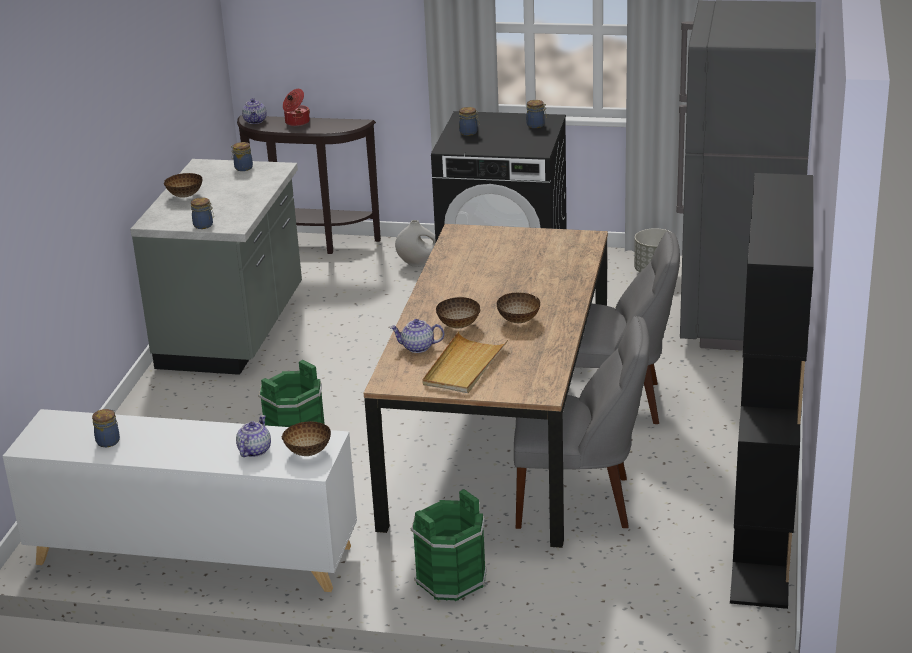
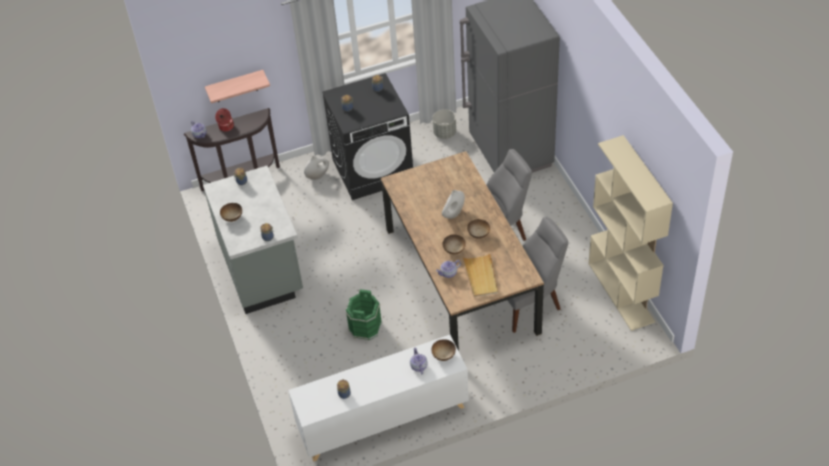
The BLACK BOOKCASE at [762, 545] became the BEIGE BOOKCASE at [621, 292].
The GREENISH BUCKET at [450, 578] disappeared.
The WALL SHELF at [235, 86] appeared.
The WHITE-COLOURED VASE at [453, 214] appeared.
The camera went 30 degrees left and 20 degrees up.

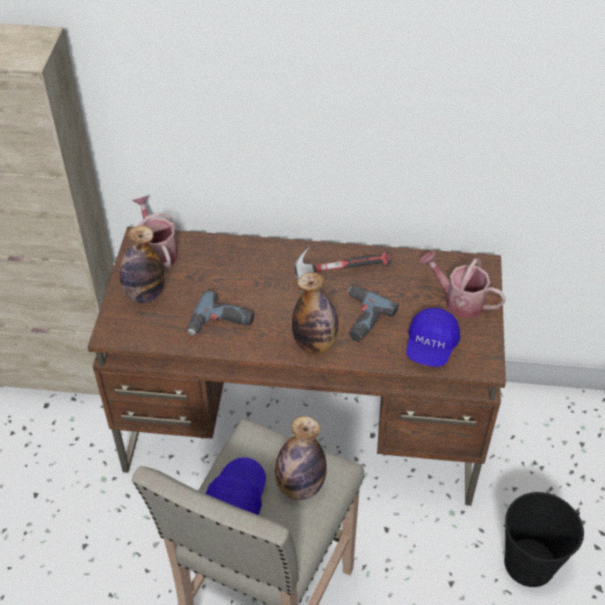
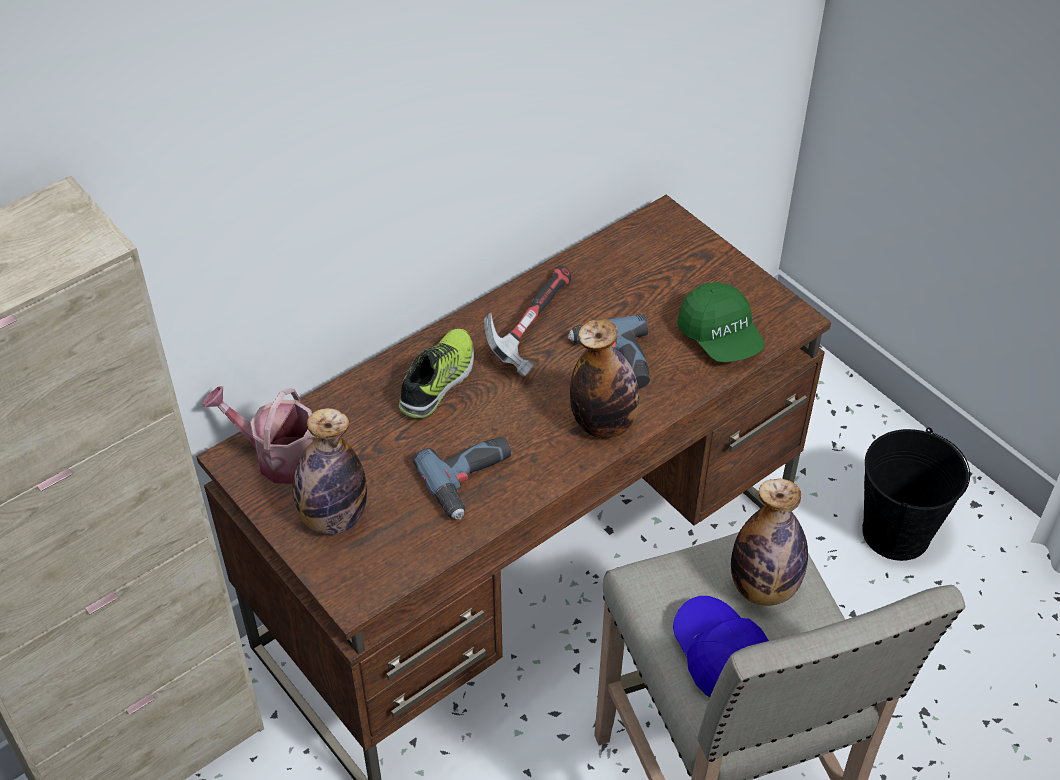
The SPRINKLING CAN at [459, 300] disappeared.
The BLUISH BASEBALL CAP at [431, 346] became the GREENISH BASEBALL CAP at [720, 337].
The LOW SHOE at [439, 381] appeared.
The camera went 45 degrees left and 0 degrees up.

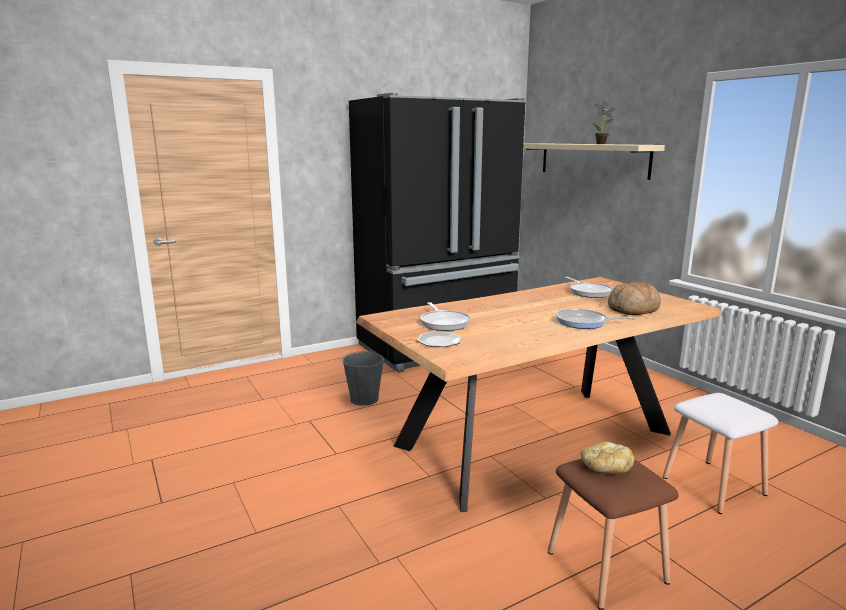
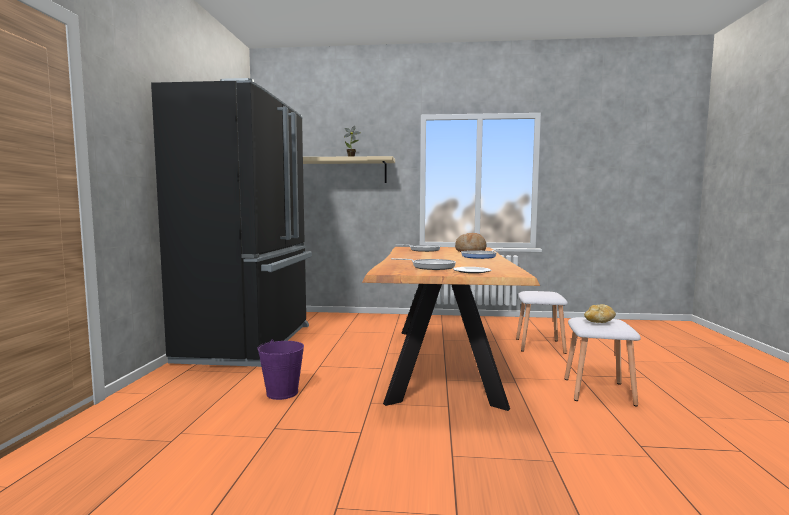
The GRAY BUCKET at [364, 399] became the PURPLISH BUCKET at [282, 393].
The BROWN-COLOURED SITTING STOOL at [605, 568] became the WHITE-COLOURED SITTING STOOL at [599, 392].
The camera went 55 degrees left and 10 degrees down.

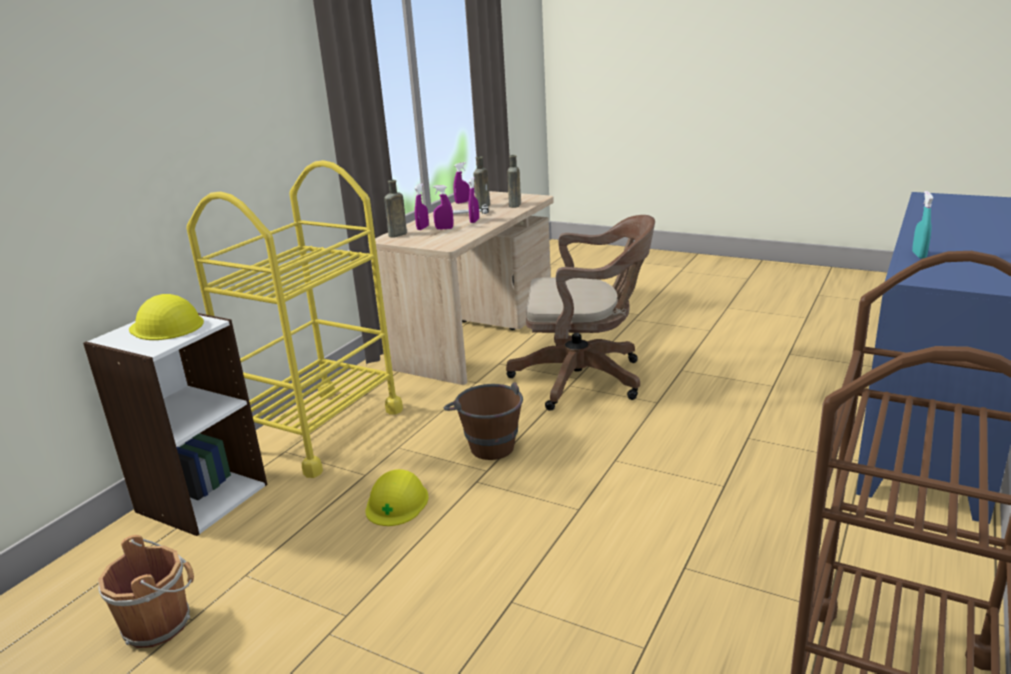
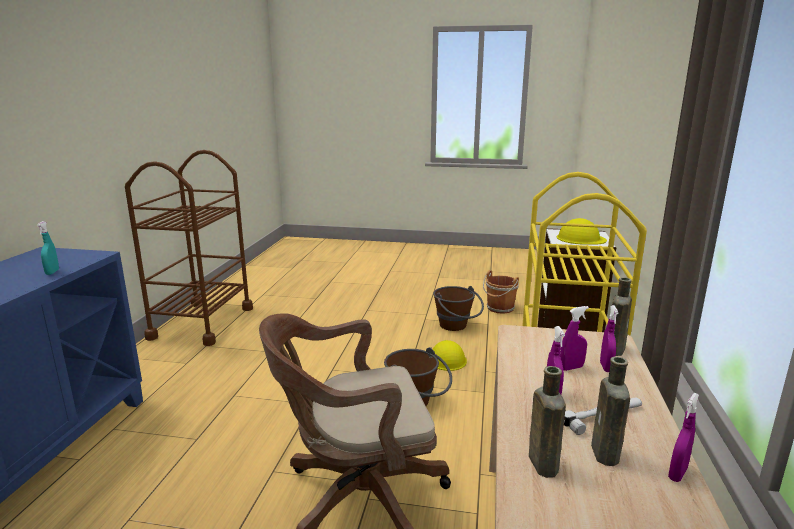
The BROWN-COLOURED BUCKET at [456, 327] appeared.
The camera went 160 degrees right and 5 degrees down.

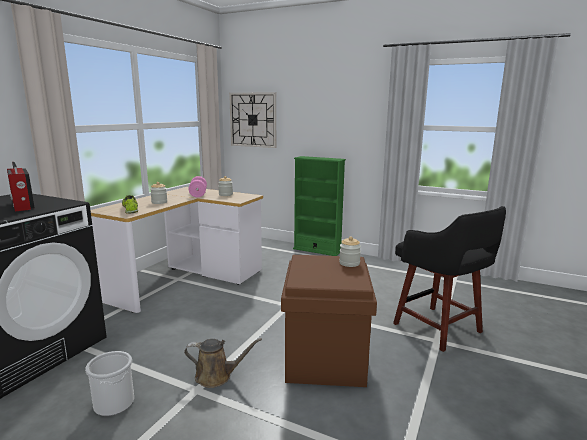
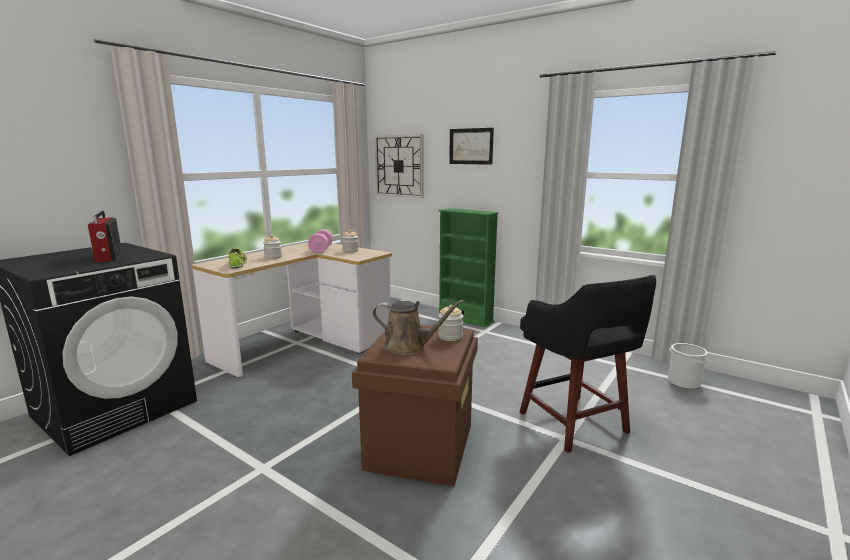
The BROWN-COLOURED SPRINKLING CAN moved from [217, 376] to [409, 347].
The BUCKET moved from [113, 403] to [683, 382].
The WALL PICTURE at [471, 146] appeared.
The camera went 10 degrees right and 0 degrees up.

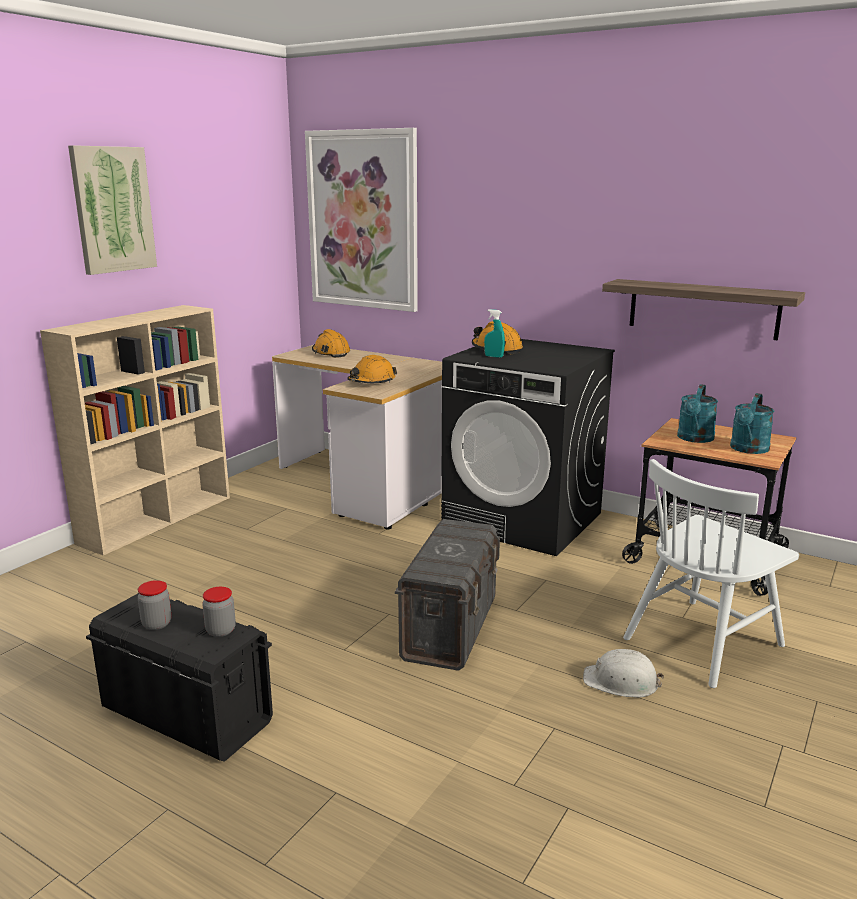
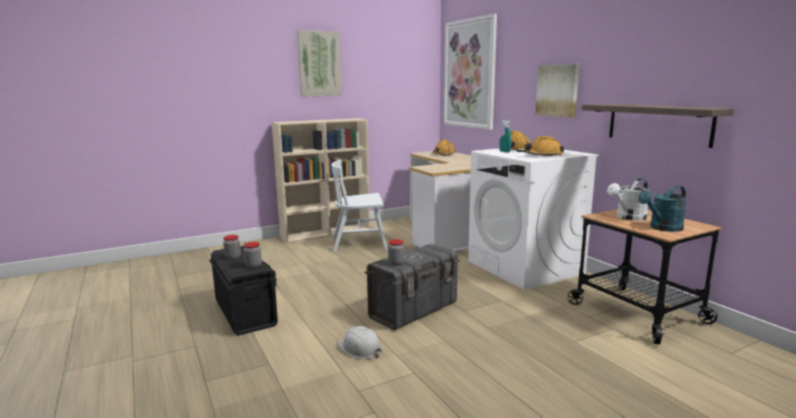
The BLACK LAUNDRY MACHINE at [523, 520] became the WHITE-COLOURED LAUNDRY MACHINE at [525, 267].
The ORANGE WORK HELMET moved from [371, 382] to [542, 156].
The TURQUOISE-COLOURED SPRINKLING CAN at [694, 439] became the WHITE-COLOURED SPRINKLING CAN at [628, 218].
The WHITE-COLOURED CHAIR moved from [702, 641] to [359, 244].
The WHITE-COLOURED WORK HELMET moved from [621, 682] to [360, 348].
The WALL PICTURE at [557, 90] appeared.
The PRESERVE JAR at [396, 263] appeared.
The camera went 30 degrees right and 5 degrees down.

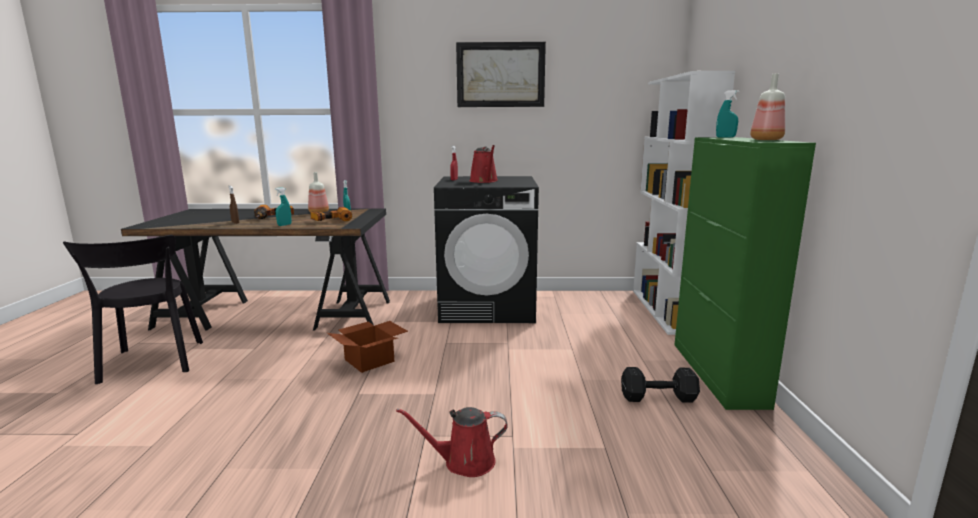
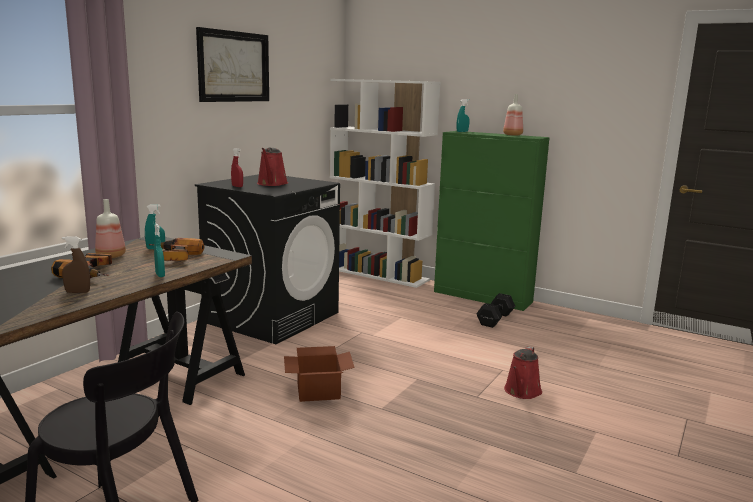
The RED-COLOURED SPRINKLING CAN at [484, 181] turned 75 degrees clockwise.
The camera went 60 degrees left and 0 degrees up.

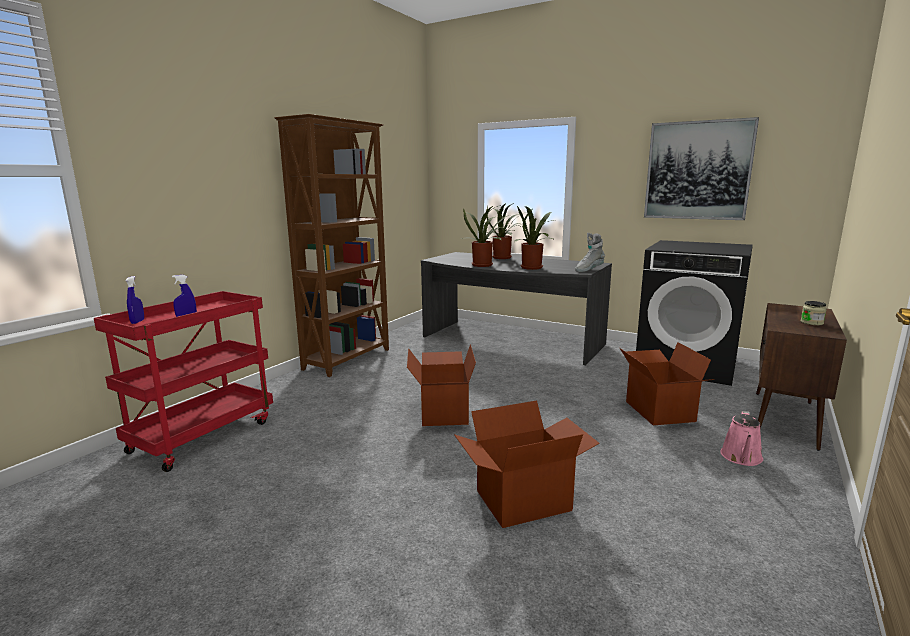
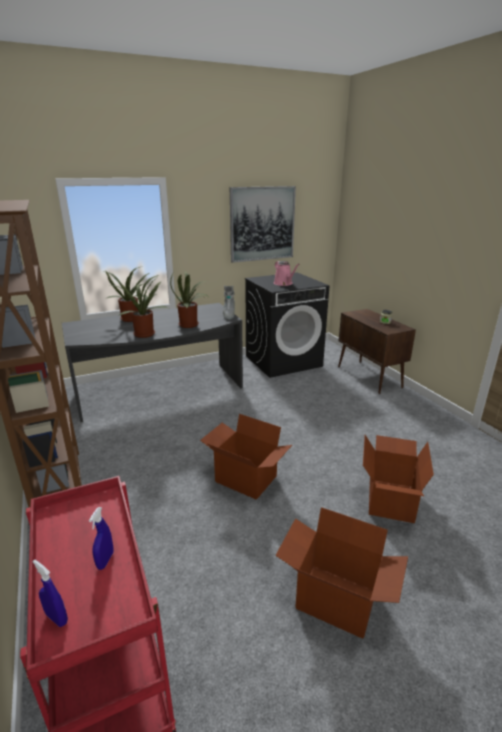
The CARDBOARD BOX moved from [658, 411] to [335, 600].
The PINK SPRINKLING CAN moved from [741, 458] to [284, 284].
The camera went 55 degrees left and 10 degrees up.

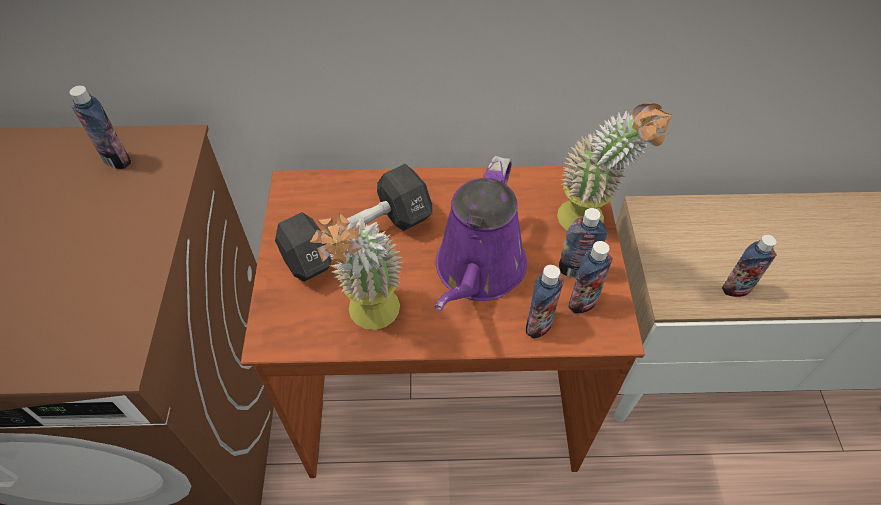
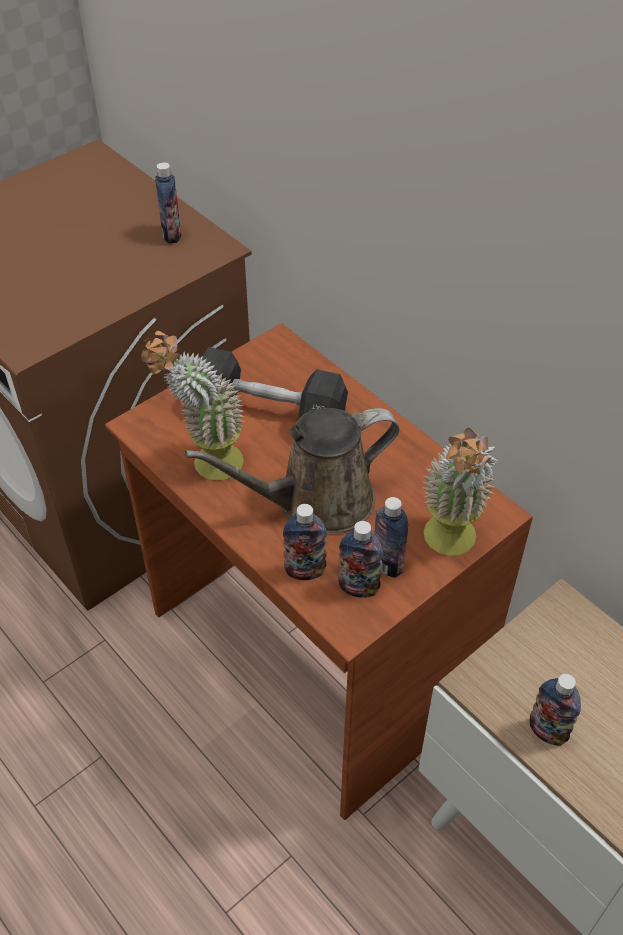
The PURPLISH SPRINKLING CAN at [478, 272] became the BROWN-COLOURED SPRINKLING CAN at [316, 501].
The camera went 50 degrees right and 5 degrees down.

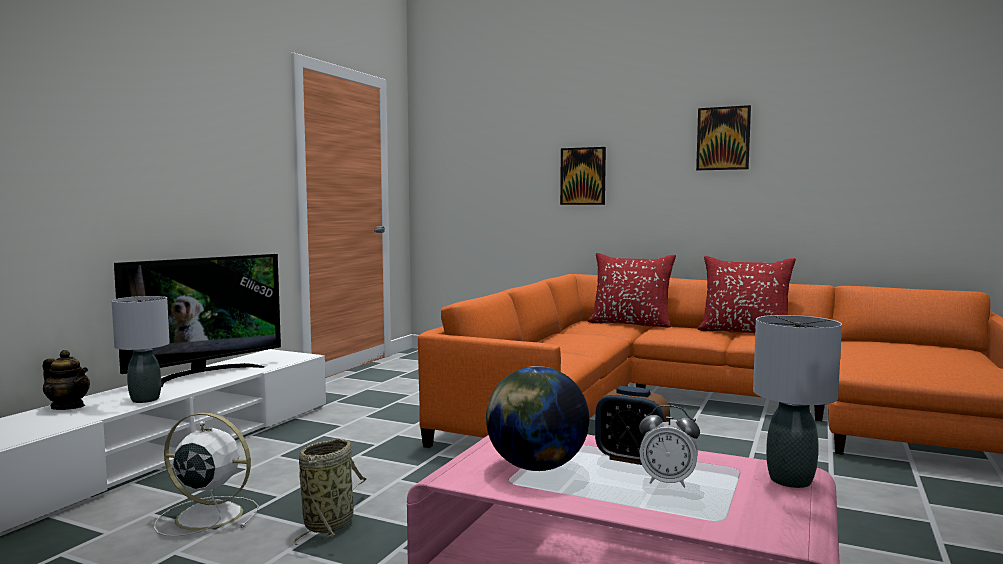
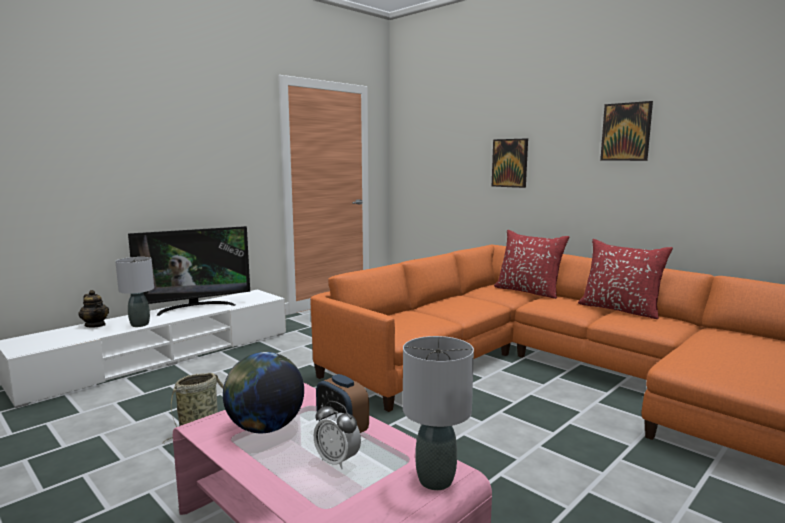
The WHITE-COLOURED FAN at [206, 516] disappeared.
The camera went 20 degrees right and 5 degrees up.

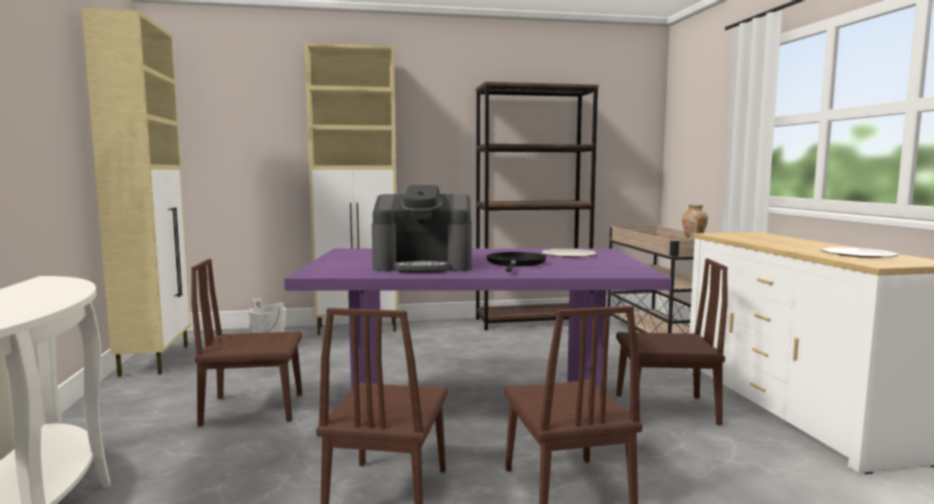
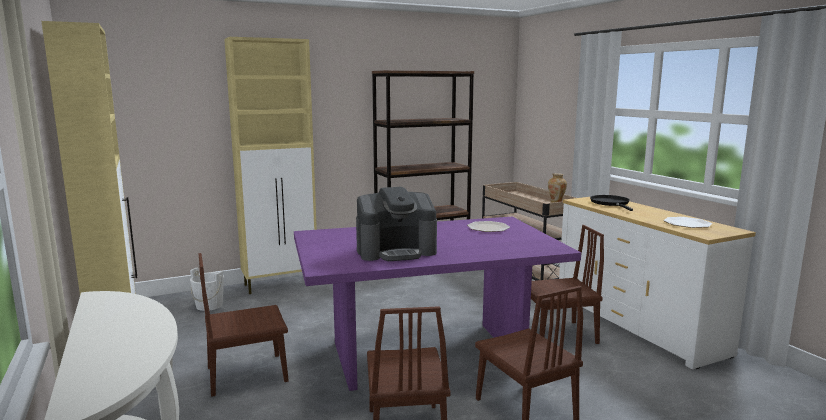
The BLACK SKILLET moved from [515, 264] to [611, 203].
The camera went 15 degrees left and 5 degrees up.

